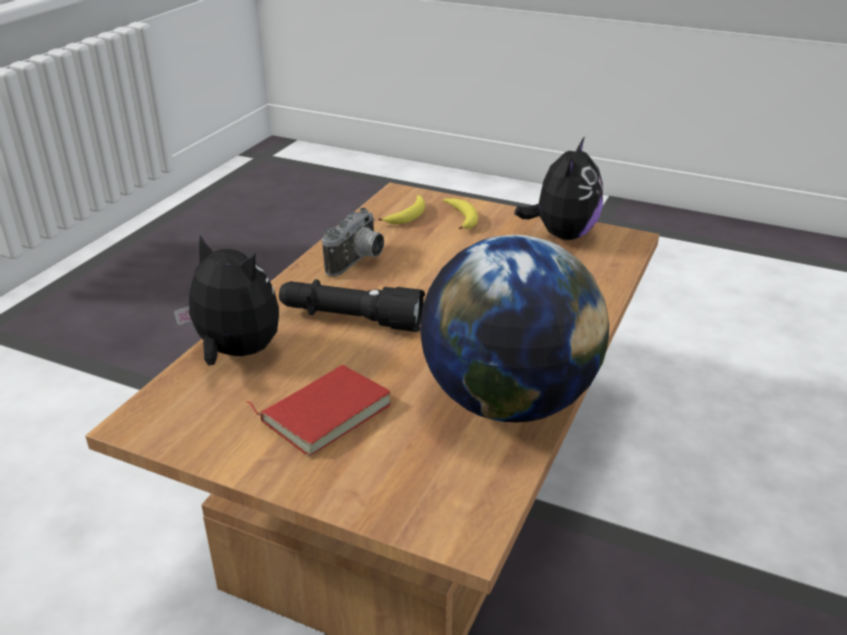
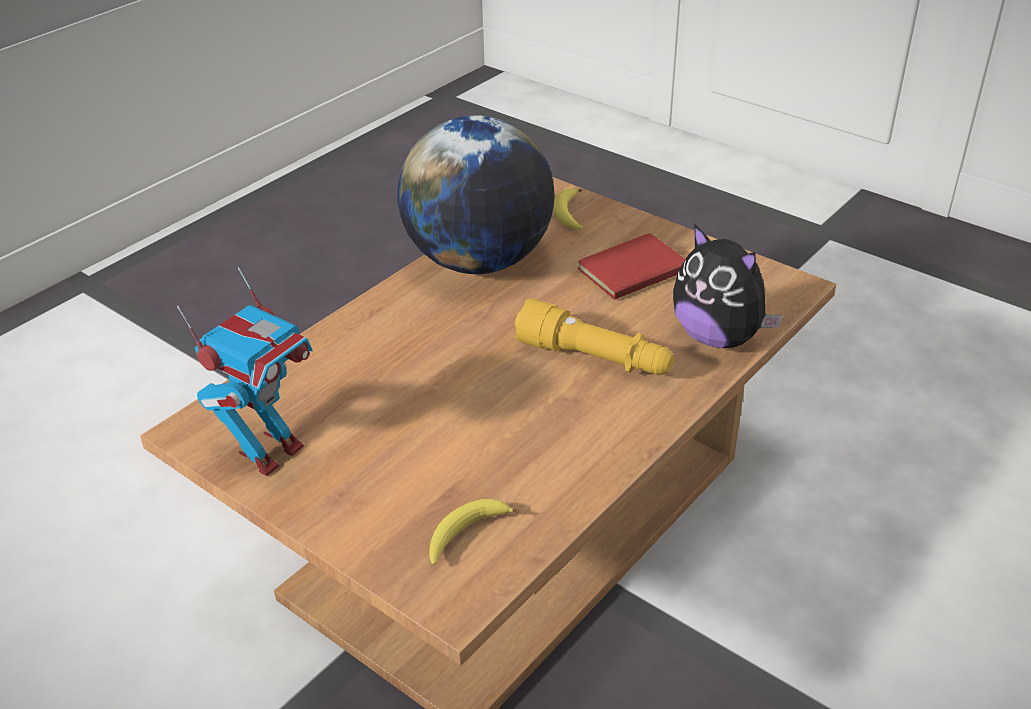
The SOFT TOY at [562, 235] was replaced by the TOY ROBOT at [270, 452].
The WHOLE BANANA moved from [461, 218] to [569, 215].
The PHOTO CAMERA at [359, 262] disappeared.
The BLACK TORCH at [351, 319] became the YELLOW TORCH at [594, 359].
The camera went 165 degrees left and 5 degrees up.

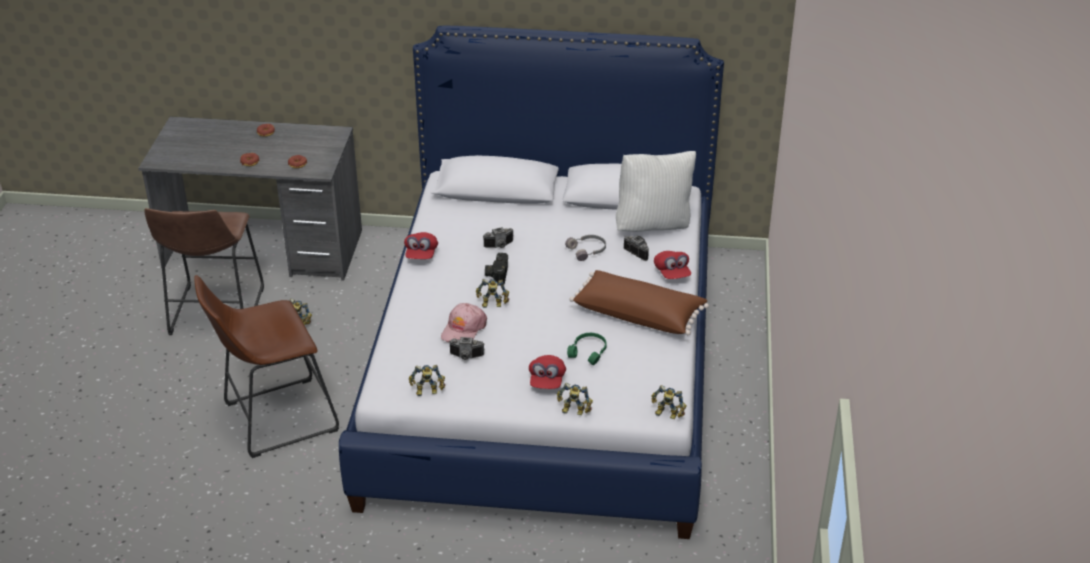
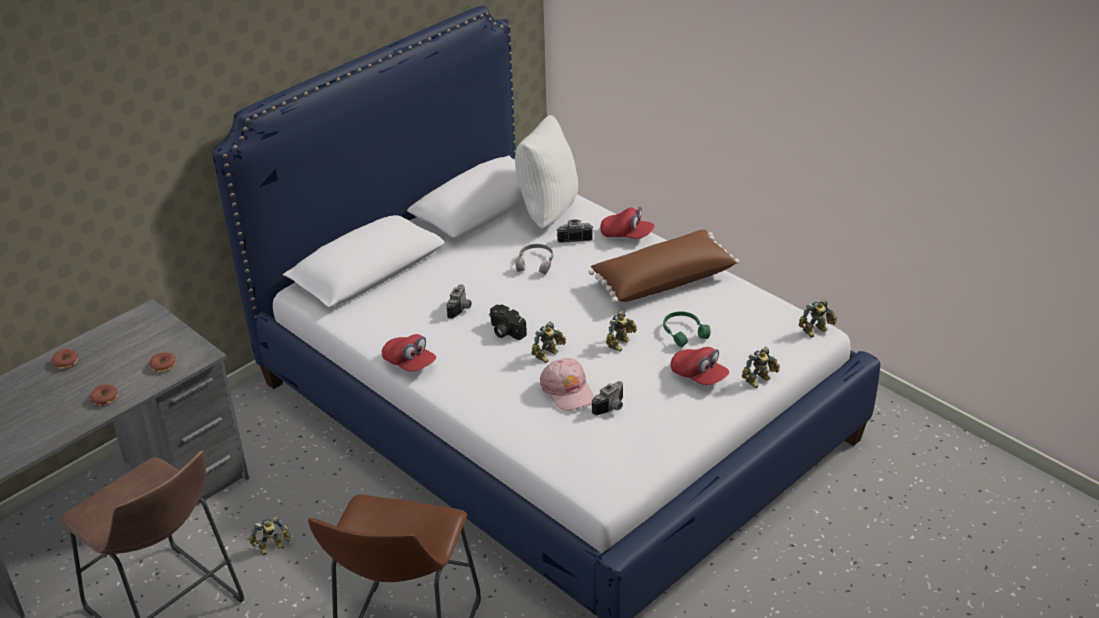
The TOY ROBOT moved from [427, 392] to [621, 344].
The camera went 50 degrees left and 0 degrees up.

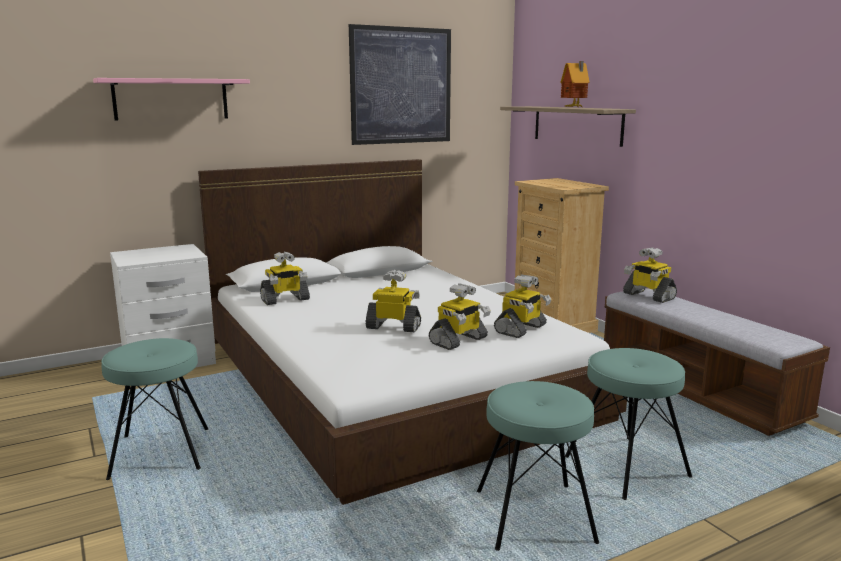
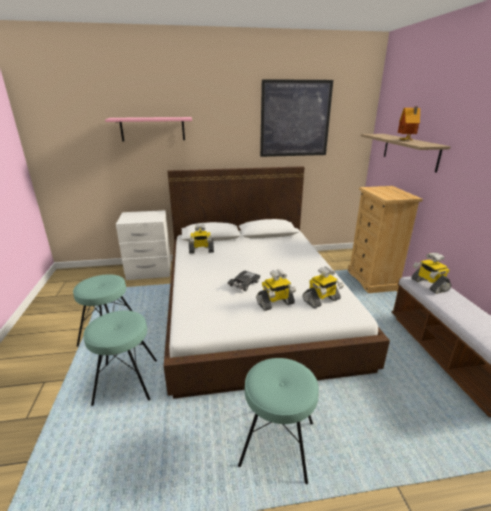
The TOY ROBOT at [394, 327] was replaced by the BLACK TOY CAR at [244, 284].
The TURQUOISE-COLOURED SITTING STOOL moved from [626, 467] to [126, 381].
The camera went 20 degrees right and 10 degrees up.

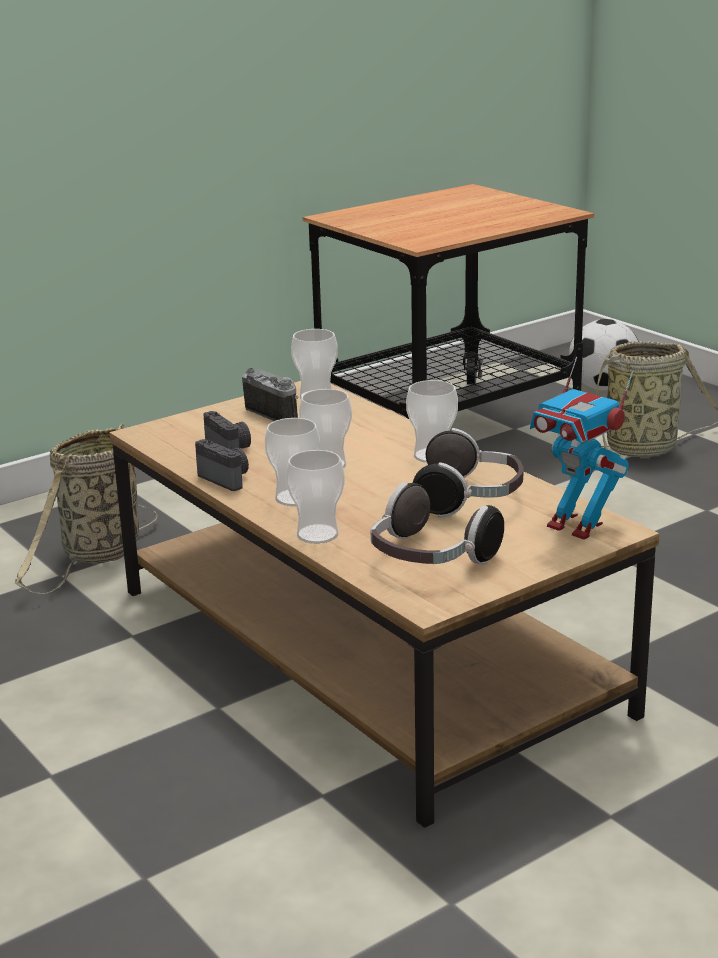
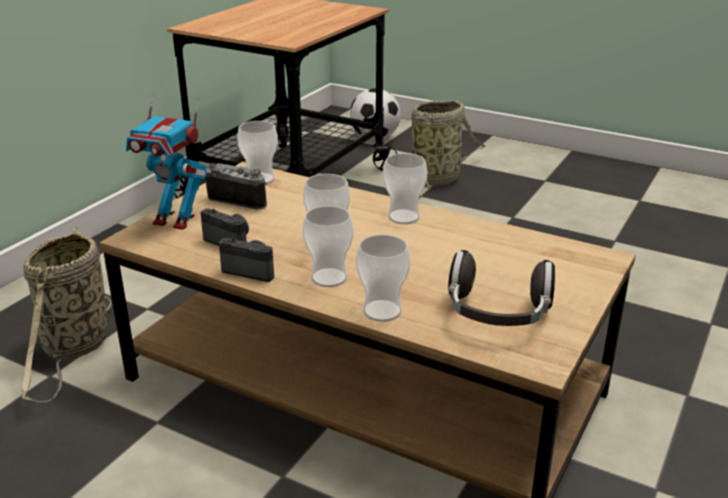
The TOY ROBOT moved from [576, 526] to [175, 220].
The HEADPHONES at [470, 499] disappeared.
The camera went 25 degrees left and 5 degrees up.

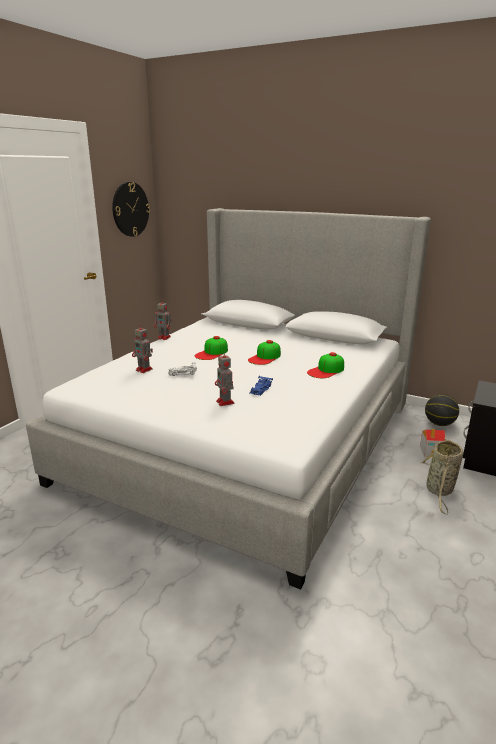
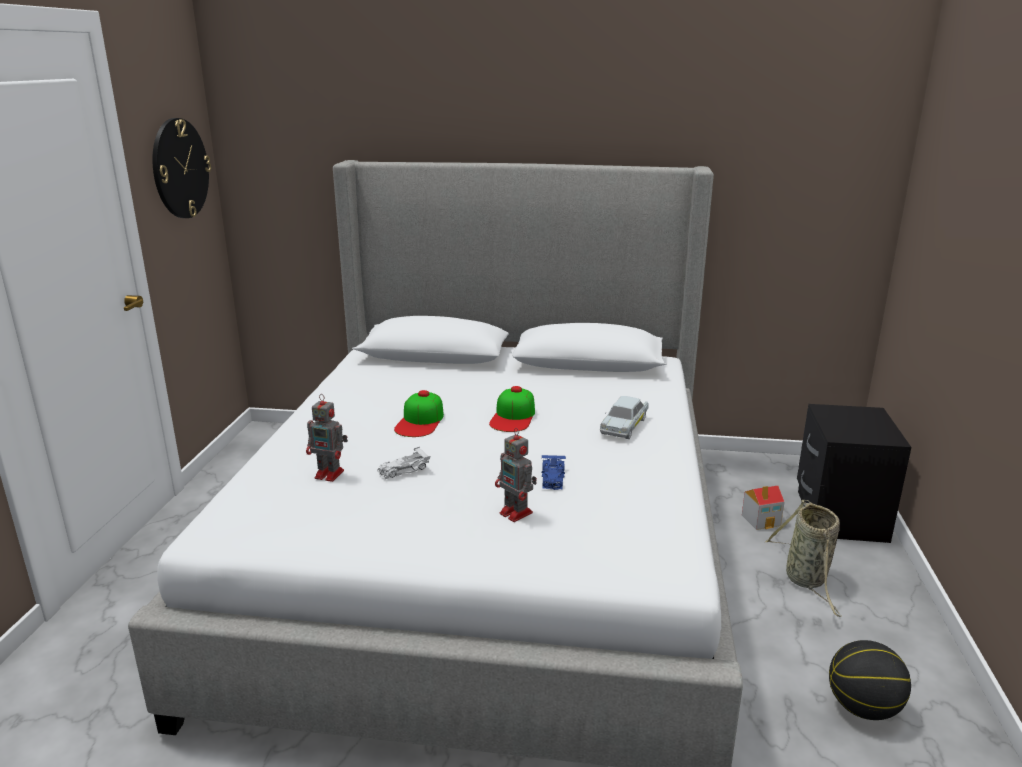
The TOY ROBOT at [164, 338] disappeared.
The BASEBALL CAP at [326, 370] was replaced by the WHITE-COLOURED TOY CAR at [624, 426].
The BALL FOR BASKETBALL moved from [439, 424] to [863, 708].
The camera went 20 degrees left and 0 degrees up.

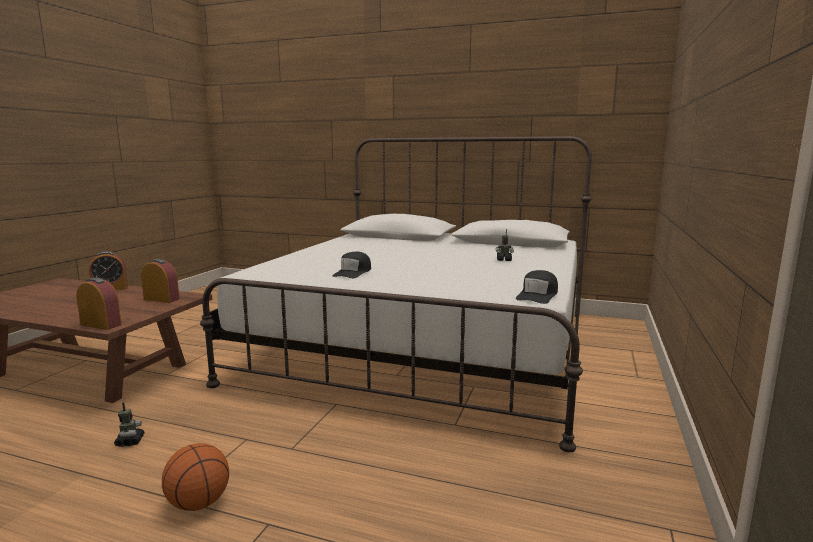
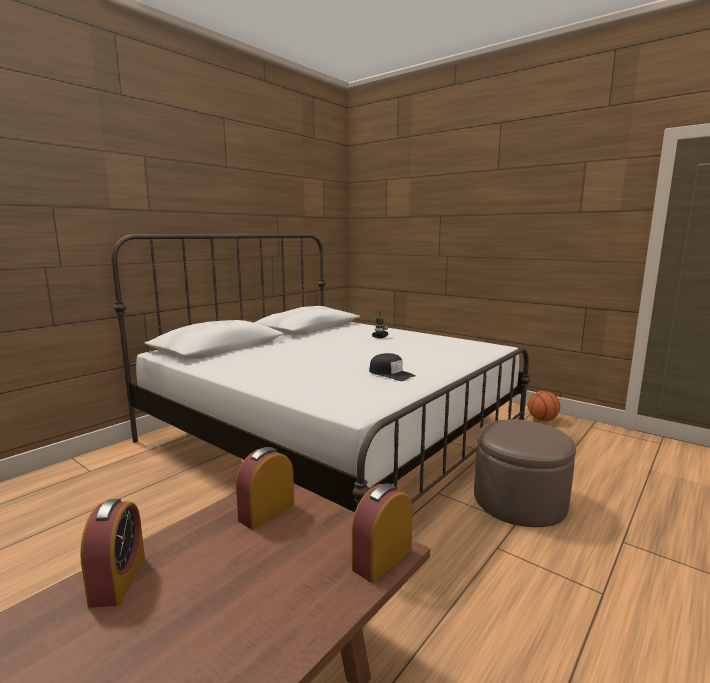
The BLACK BASEBALL CAP at [537, 295] disappeared.
The TOY ROBOT at [130, 441] disappeared.
The BALL FOR BASKETBALL moved from [198, 503] to [542, 420].
The BROWN-COLOURED FOOTREST at [519, 501] appeared.
The camera went 70 degrees left and 0 degrees up.

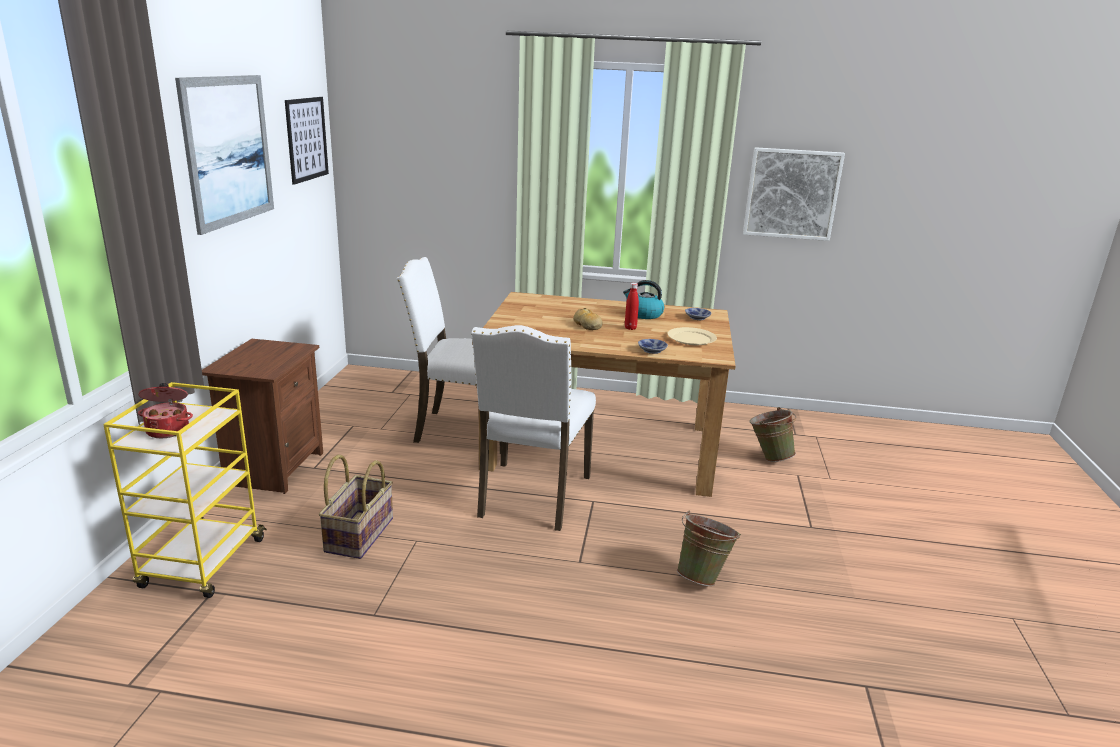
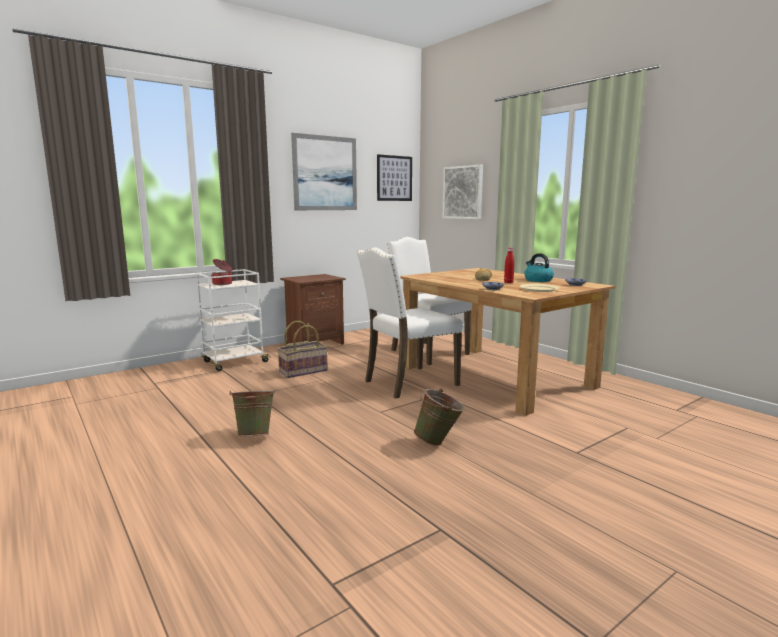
The WALL PICTURE moved from [791, 194] to [463, 192].
The YELLOW TROLLEY at [202, 565] became the WHITE-COLOURED TROLLEY at [234, 362].
The GREENISH BUCKET moved from [768, 457] to [255, 435].
The camera went 45 degrees right and 10 degrees down.

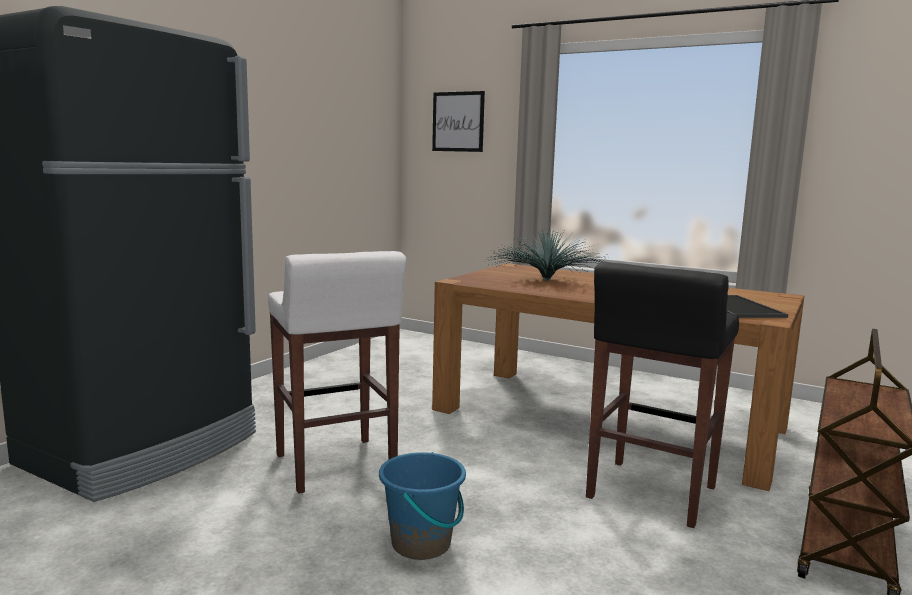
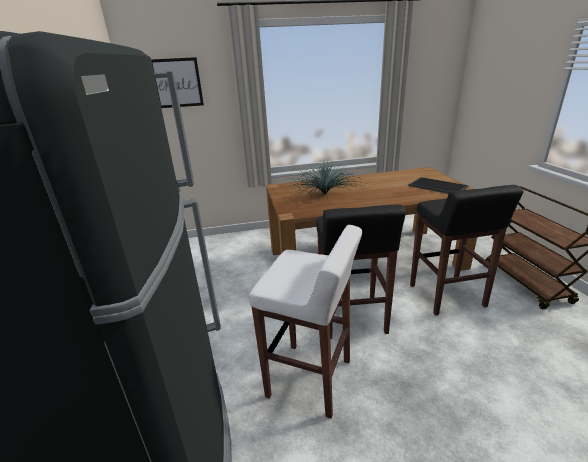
The BLUISH BUCKET at [422, 544] disappeared.
The BLACK SITTING STOOL at [352, 318] appeared.
The camera went 40 degrees left and 15 degrees up.

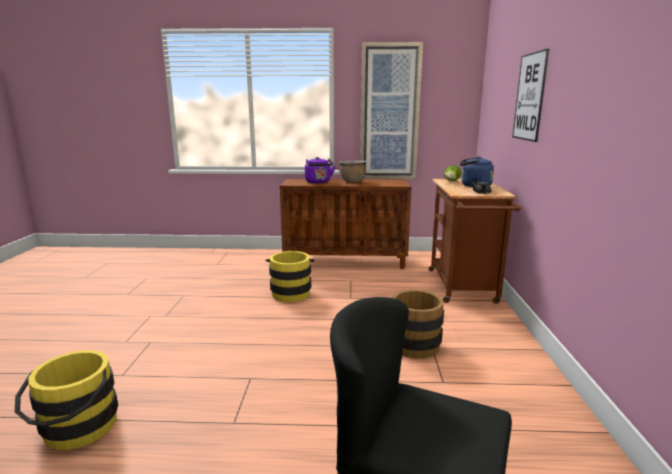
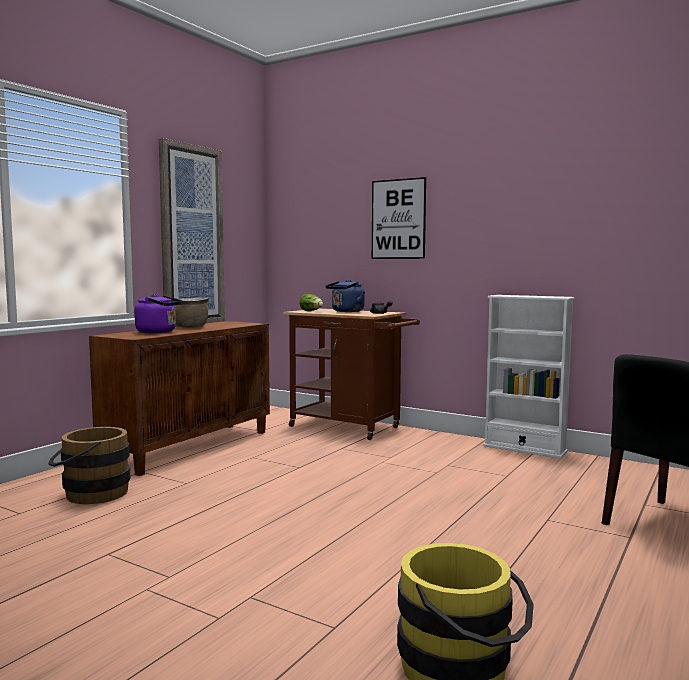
The YELLOW BUCKET at [291, 292] disappeared.
The BROWN-COLOURED BUCKET moved from [410, 343] to [90, 494].
The WHITE-COLOURED BOOKCASE at [524, 449] appeared.
The camera went 60 degrees left and 10 degrees down.

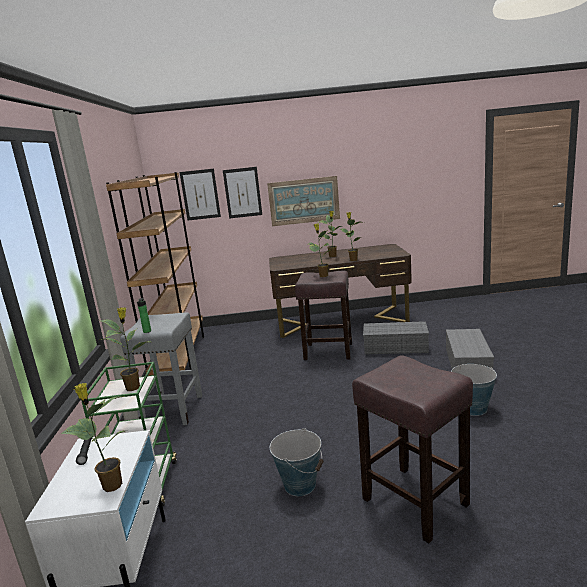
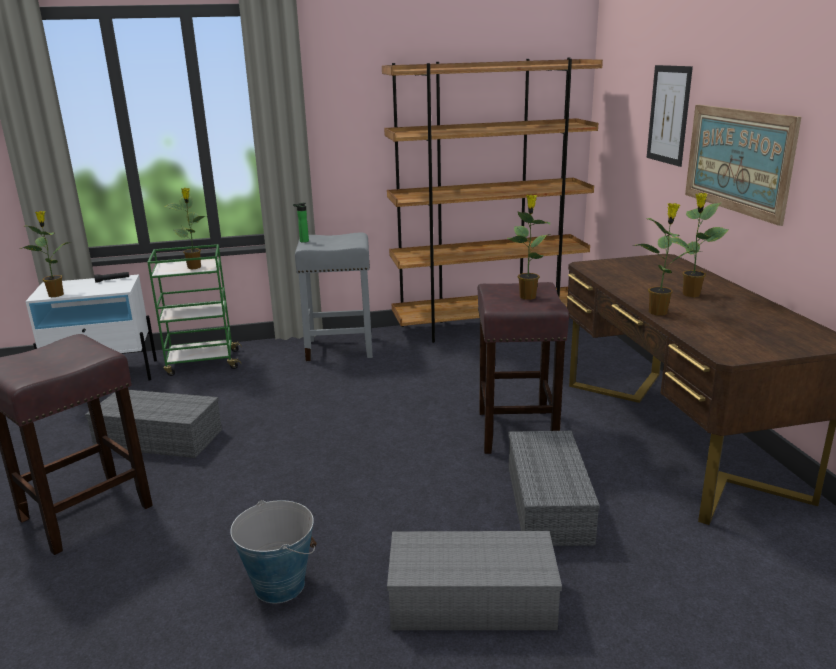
The WALL PICTURE at [200, 194] disappeared.
The BUCKET at [300, 485] was replaced by the GRAY STORAGE BIN at [161, 438].
The camera went 80 degrees right and 5 degrees up.

